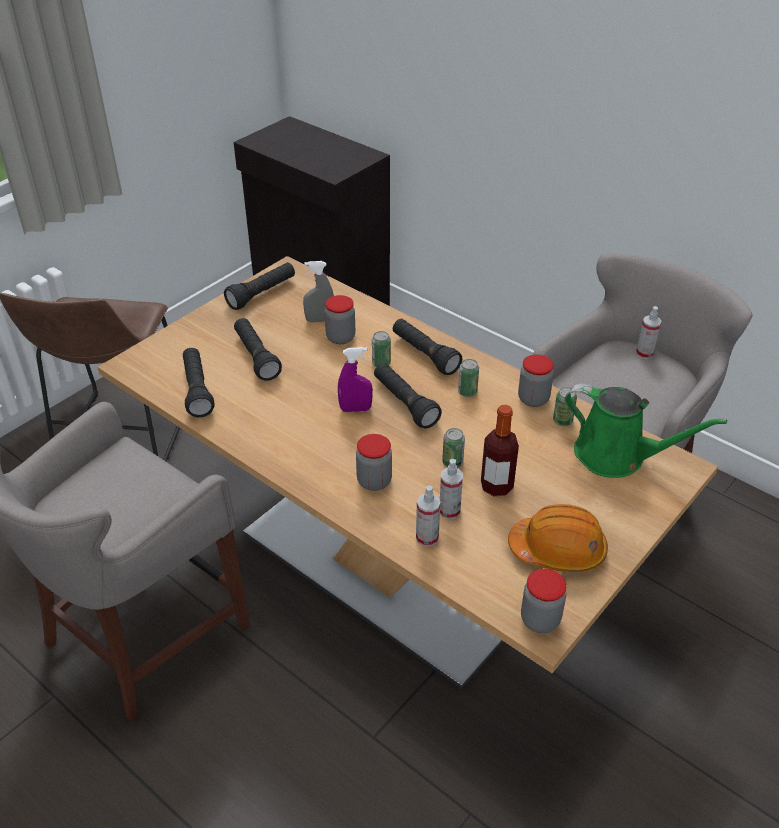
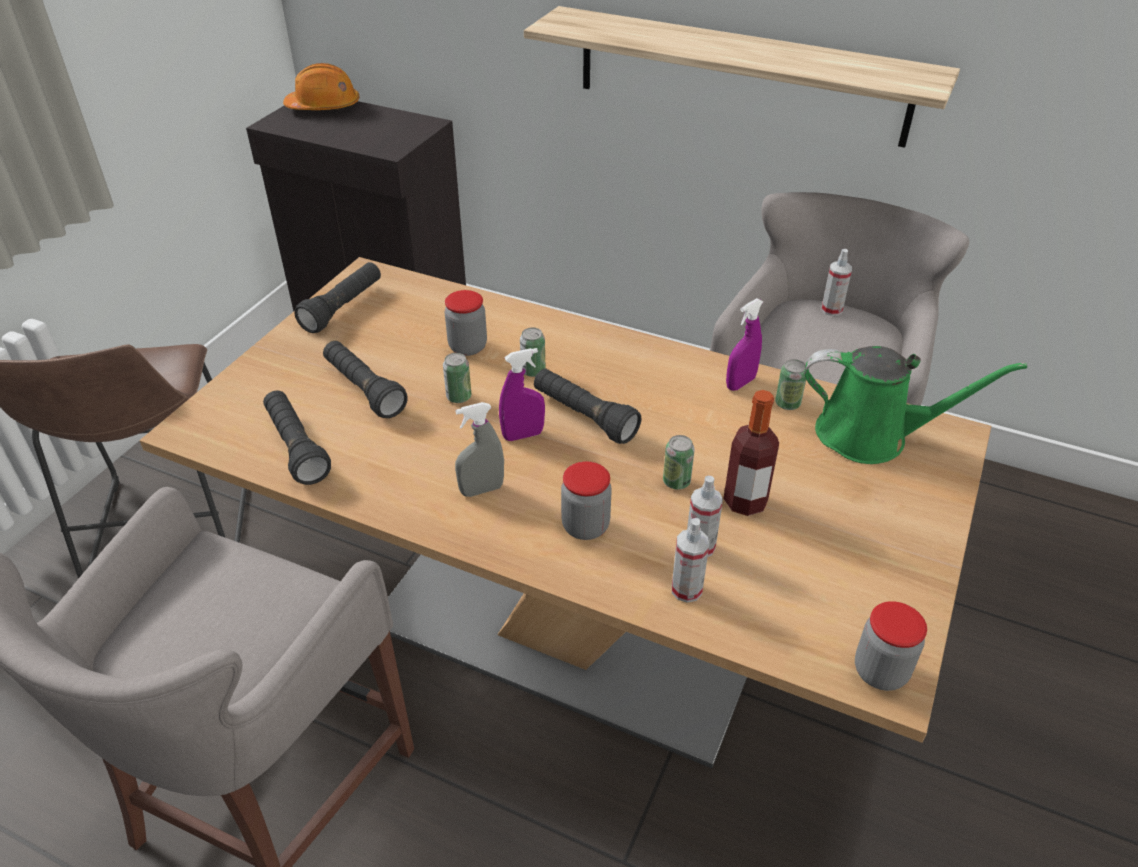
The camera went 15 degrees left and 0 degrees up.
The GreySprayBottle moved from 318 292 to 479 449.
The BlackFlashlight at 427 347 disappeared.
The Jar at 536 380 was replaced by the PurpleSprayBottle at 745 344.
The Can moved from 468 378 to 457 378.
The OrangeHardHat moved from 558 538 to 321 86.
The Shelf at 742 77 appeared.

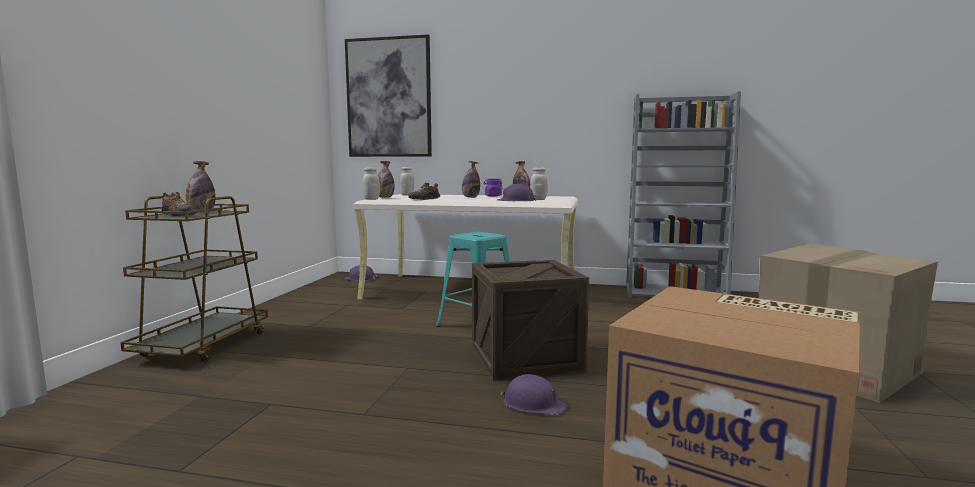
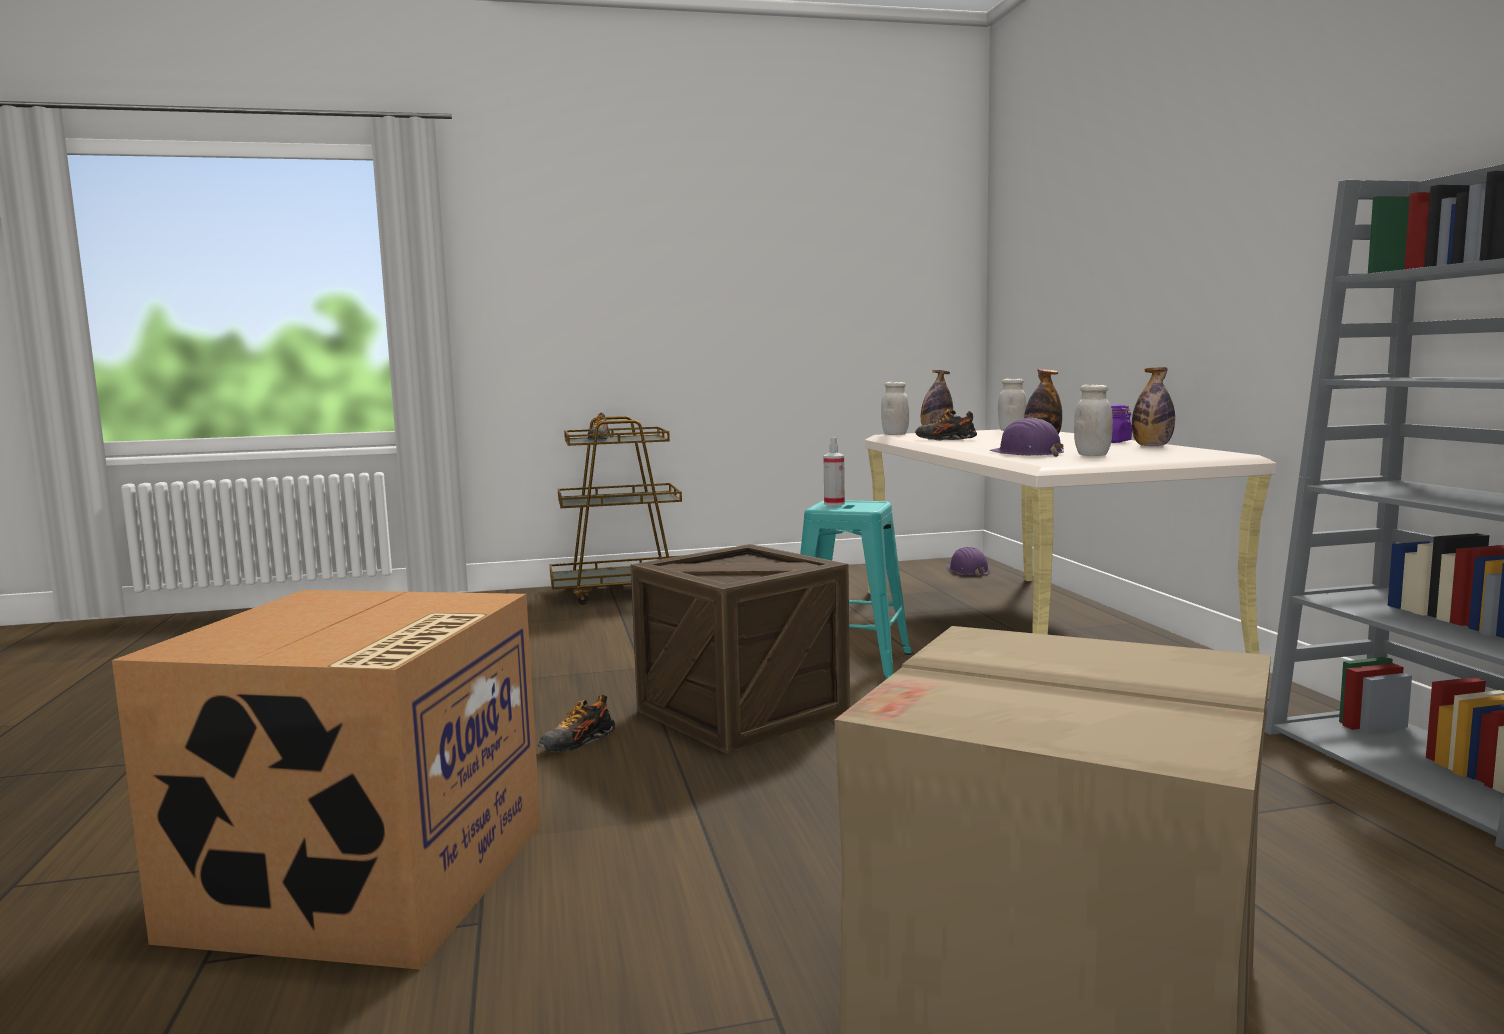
The camera went 65 degrees right and 0 degrees up.
The Picture at 388 95 disappeared.
The Bottle at 200 187 disappeared.
The PurpleHardHat at 534 394 was replaced by the Shoe at 576 723.
The SprayBottle at 834 471 appeared.

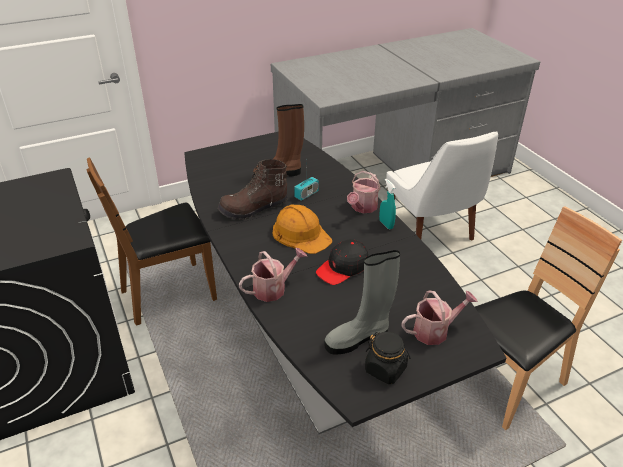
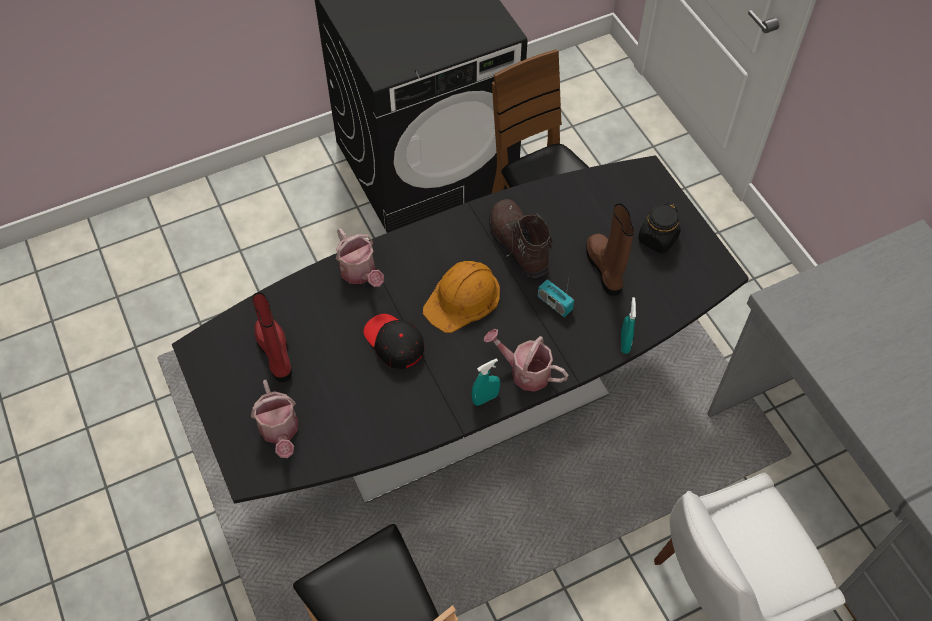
The camera went 90 degrees right and 20 degrees up.
The GreyBoot at 362 302 became the RedBoot at 272 337.
The BlackJar moved from 387 358 to 659 228.
The TurquoiseSprayBottle at 628 325 appeared.

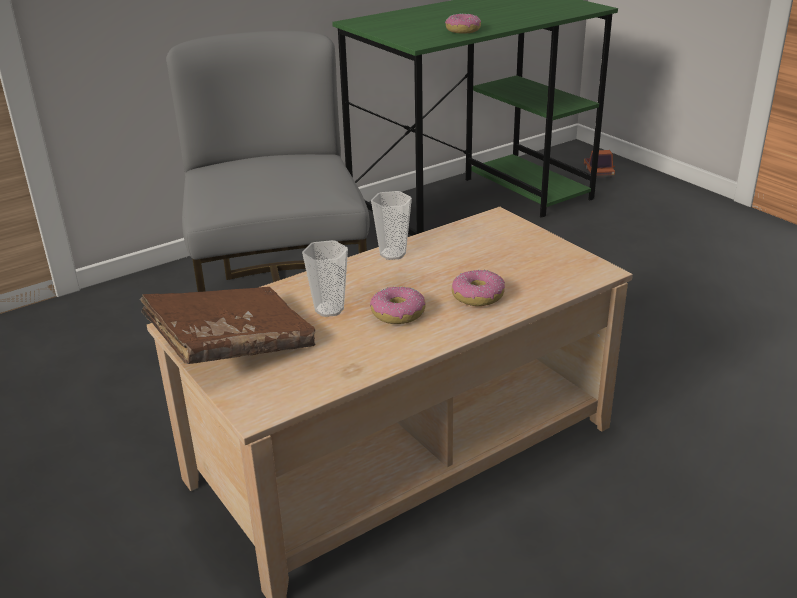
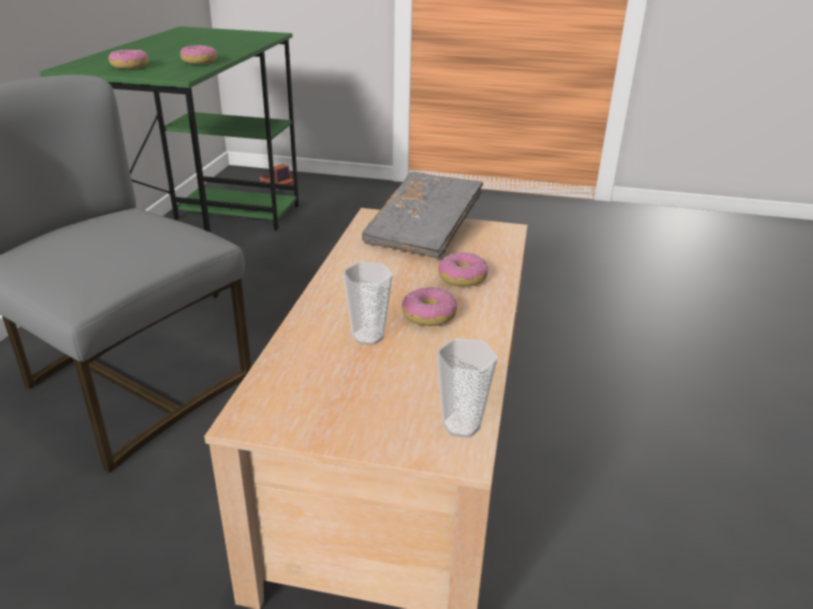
The camera went 45 degrees left and 0 degrees up.
The Cup moved from 391 225 to 467 388.
The BrownBook at 227 325 disappeared.
The Donut at 128 59 appeared.
The GreyBook at 422 215 appeared.

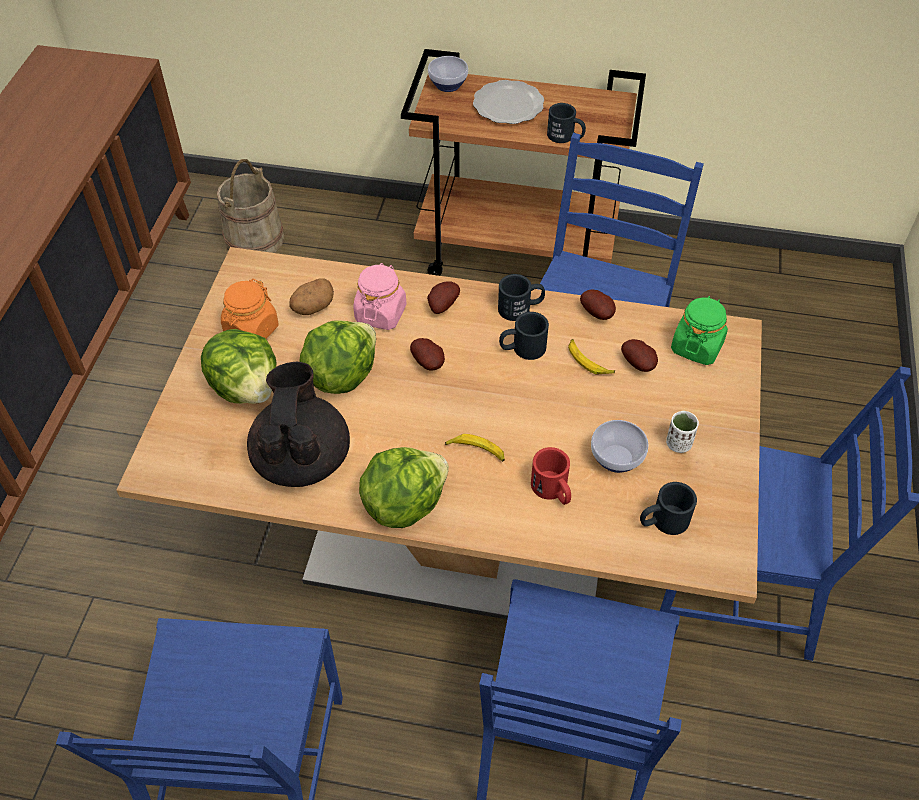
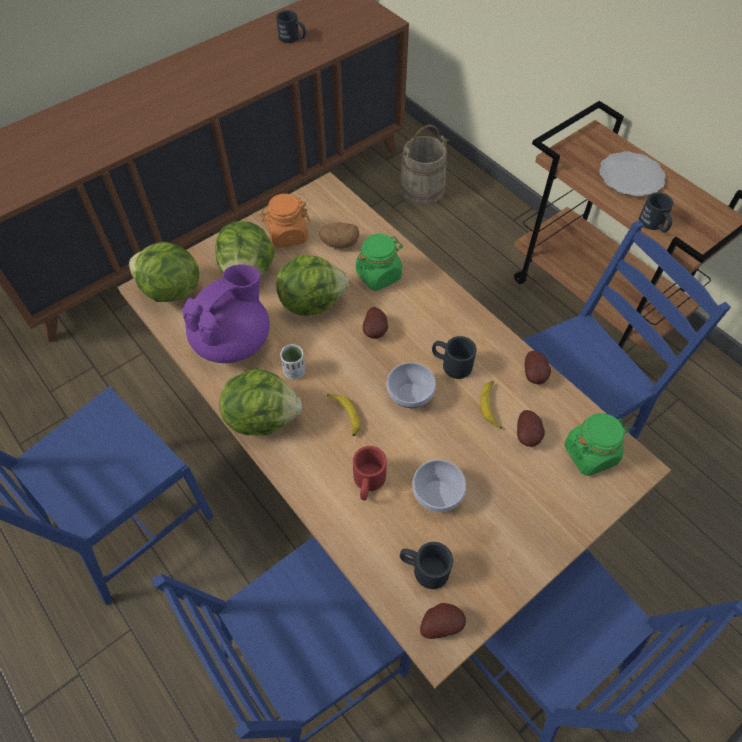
The camera went 40 degrees right and 5 degrees up.
The Bowl moved from 448 74 to 411 385.
The PinkJar at 379 296 became the GreenJar at 379 262.
The BlackMug moved from 521 297 to 291 26.
The Potato moved from 443 297 to 443 621.
The BlackTeapot at 298 424 became the PurpleTeapot at 226 313.
The WhiteCup moved from 682 432 to 292 361.
The Lettuce at 164 272 appeared.

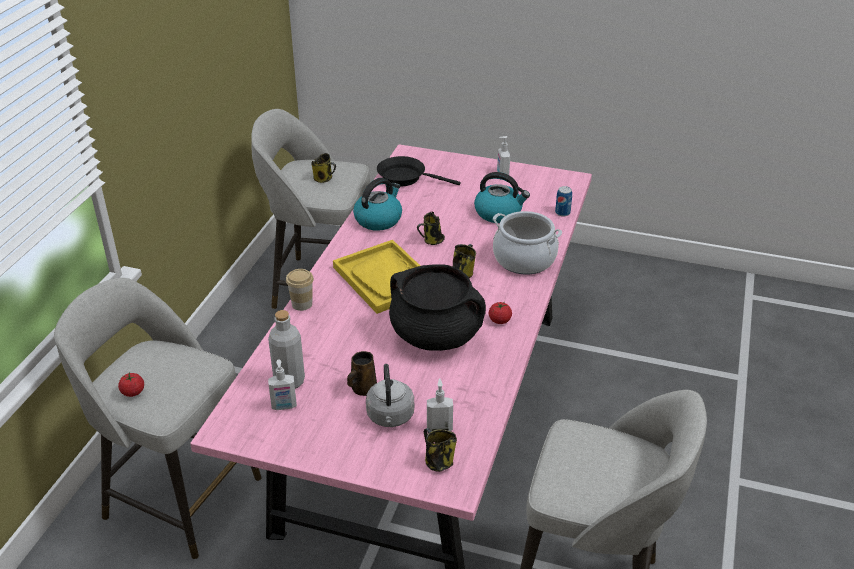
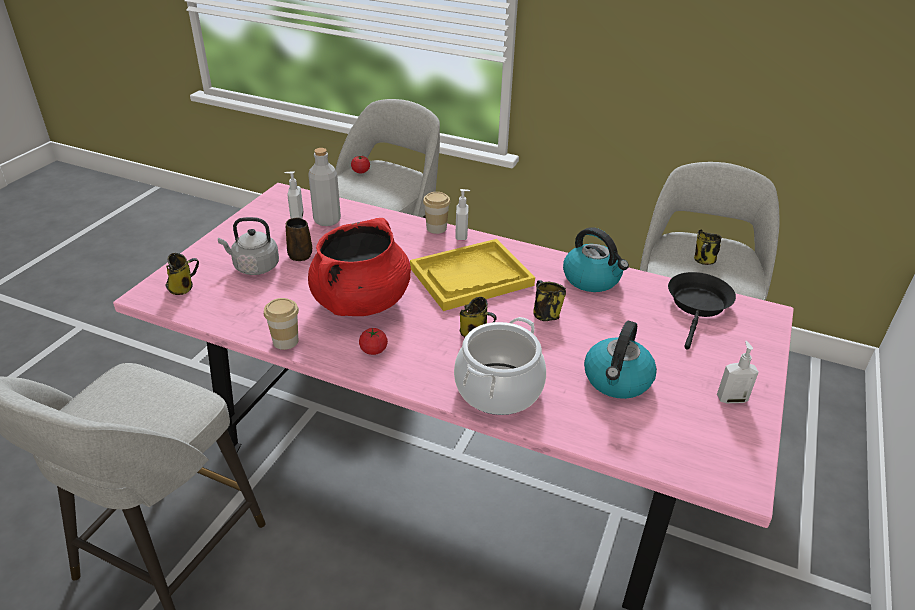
The camera went 95 degrees right and 0 degrees up.
The Can at 563 201 disappeared.
The BlackCookingPot at 437 307 became the RedCookingPot at 359 267.
The SoapDispenser moved from 440 404 to 462 214.
The Cup at 281 324 appeared.

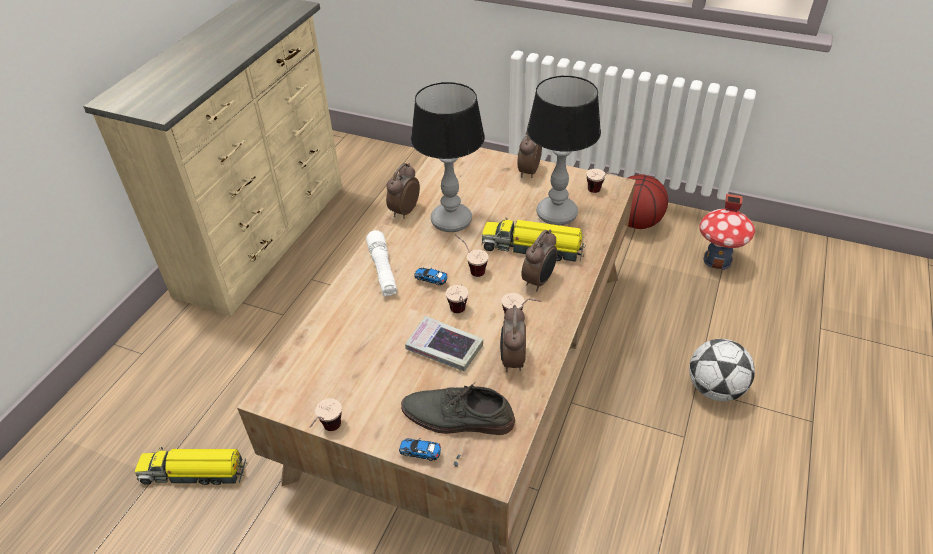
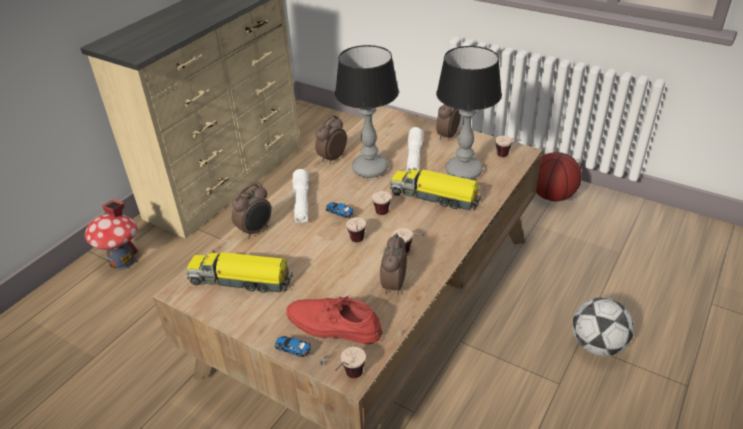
The camera went 10 degrees right and 5 degrees down.
The ToyHouse moved from 727 232 to 111 234.
The AlarmClock moved from 539 260 to 252 211.
The Book at 444 343 disappeared.
The GreyShoe at 458 408 became the RedShoe at 334 319.
The Cup moved from 326 414 to 350 362.
The ToyTruck moved from 191 466 to 239 271.
The WhiteFlashlight at 415 149 appeared.

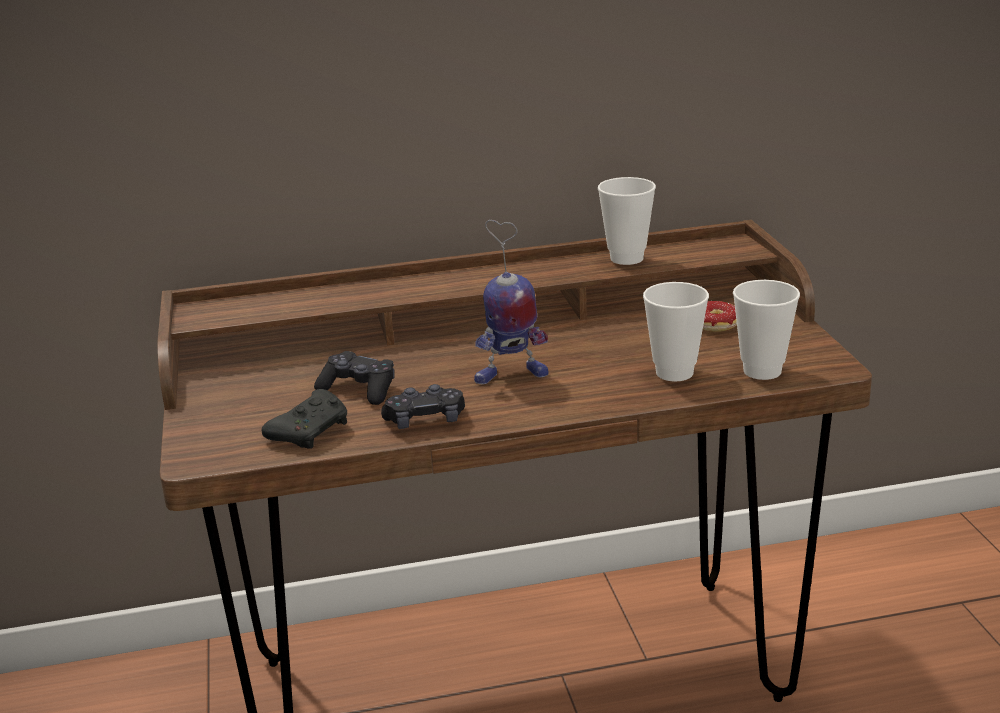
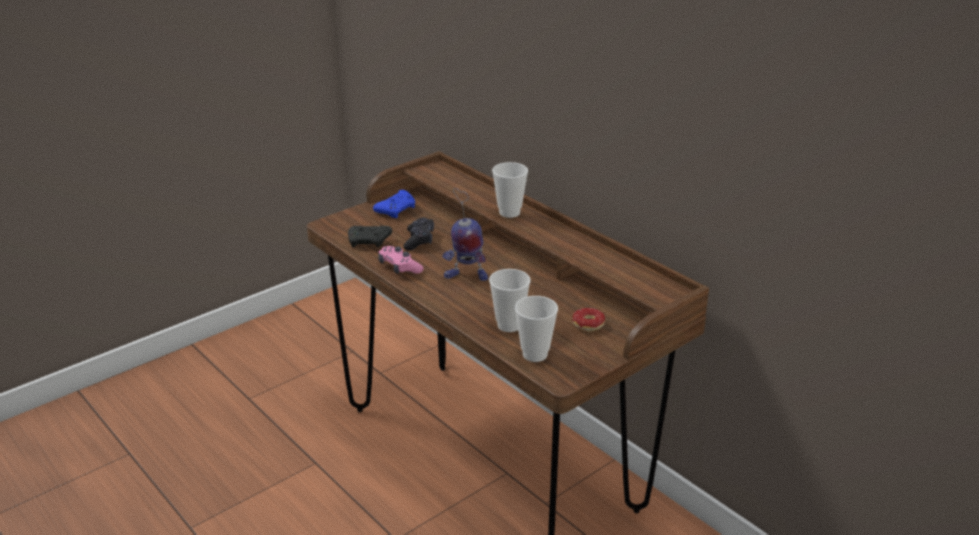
The camera went 60 degrees right and 5 degrees up.
The Cup moved from 627 221 to 510 190.
The ToyRobot at 511 302 turned 45 degrees counterclockwise.
The BlackGameController at 423 406 became the PinkGameController at 401 260.
The BlueGameController at 394 204 appeared.

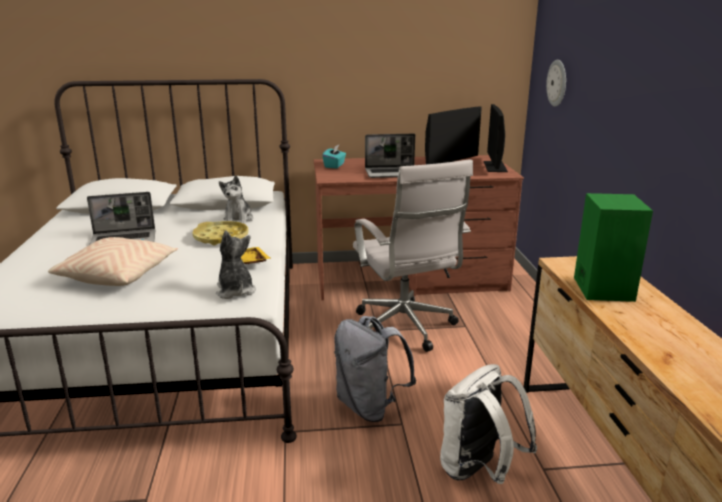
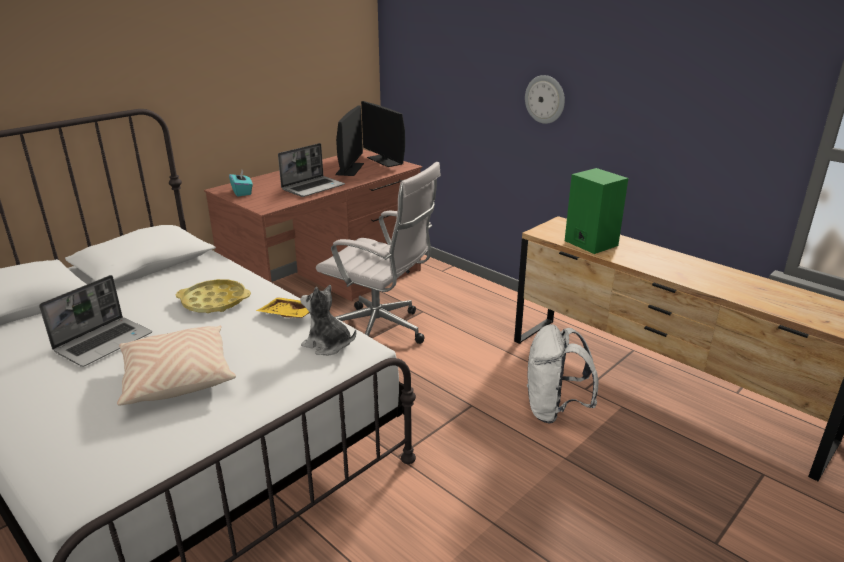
The camera went 40 degrees left and 5 degrees up.
The WallClock moved from 556 83 to 545 99.
The PlushToy at 236 200 disappeared.
The GreyBackpack at 375 369 disappeared.

